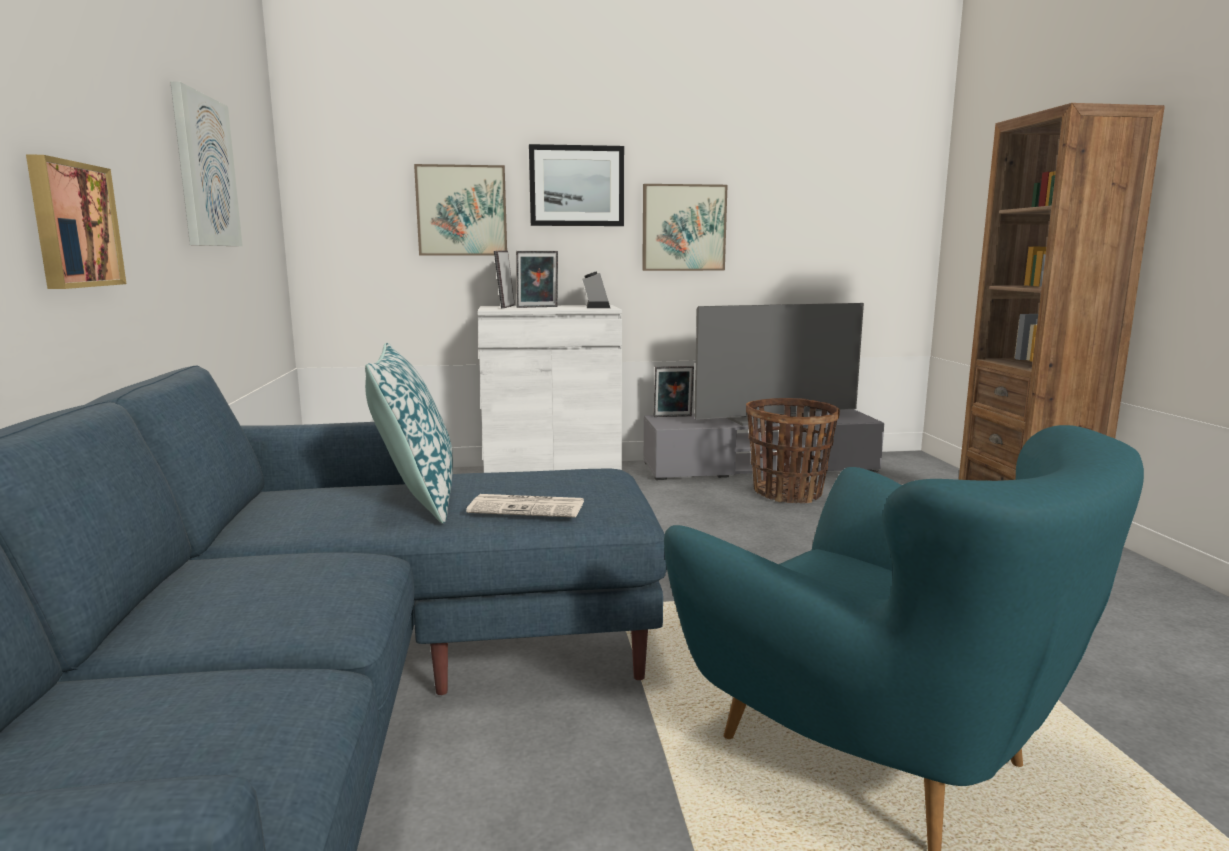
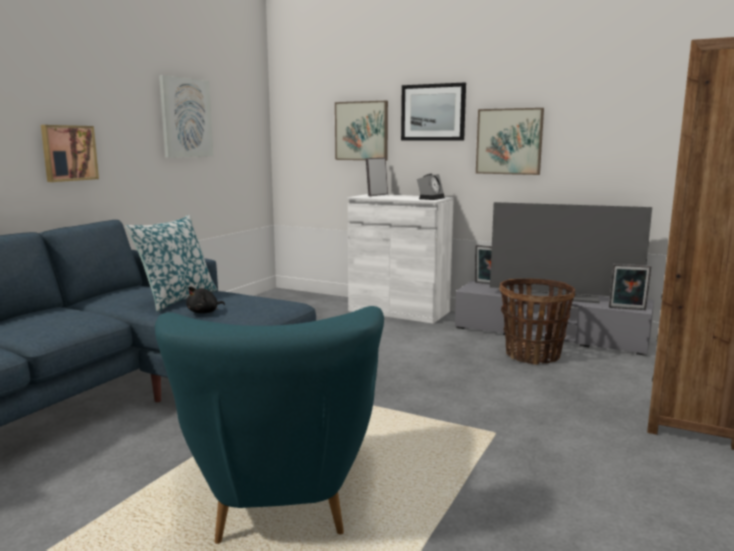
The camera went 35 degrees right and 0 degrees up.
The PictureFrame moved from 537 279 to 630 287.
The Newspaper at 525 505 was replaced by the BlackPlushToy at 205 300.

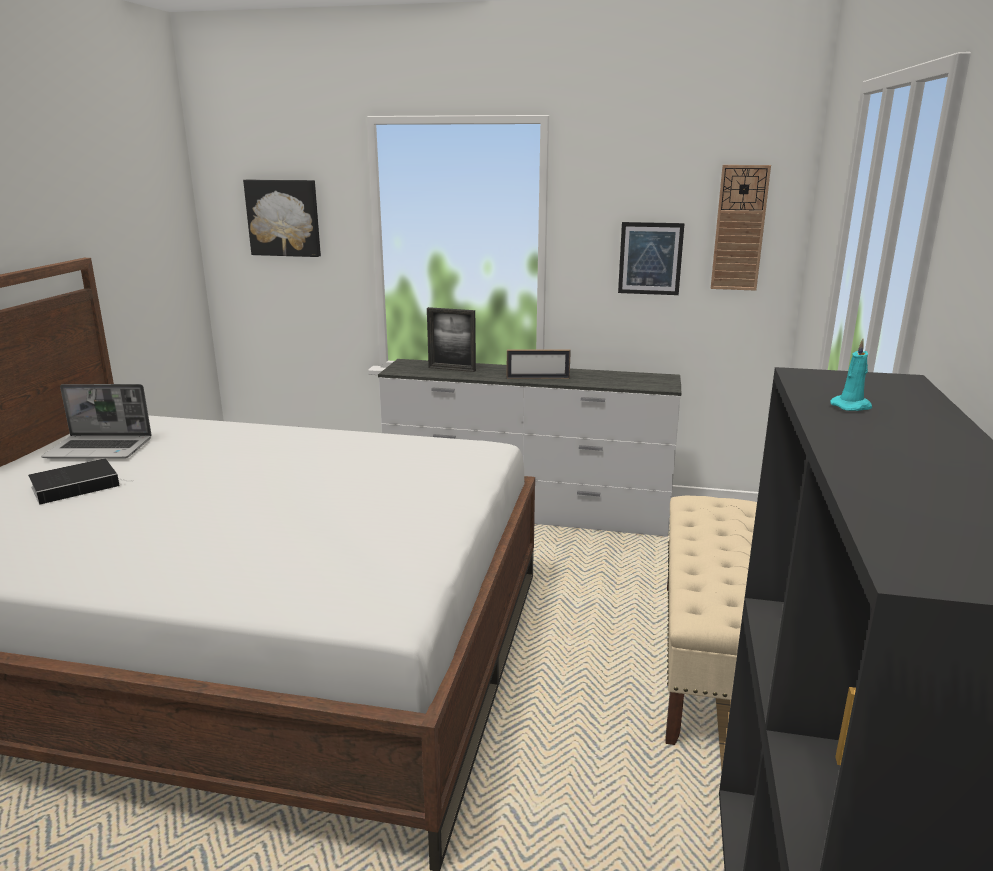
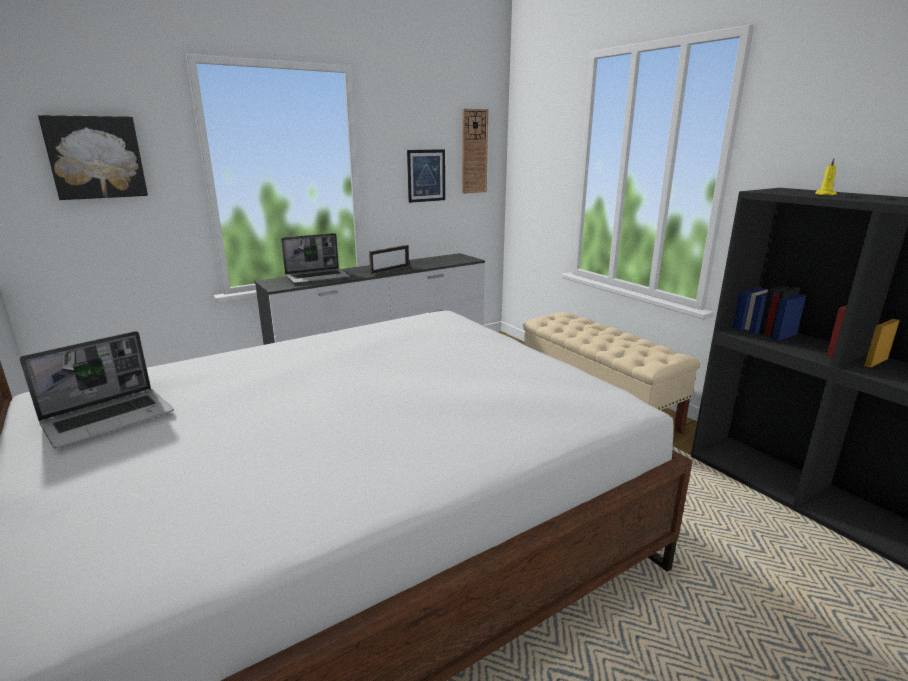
The camera went 45 degrees left and 0 degrees up.
The PictureFrame at 451 339 was replaced by the Laptop at 315 258.
The TurquoiseCandle at 851 375 became the YellowCandle at 826 176.
The Book at 80 481 disappeared.

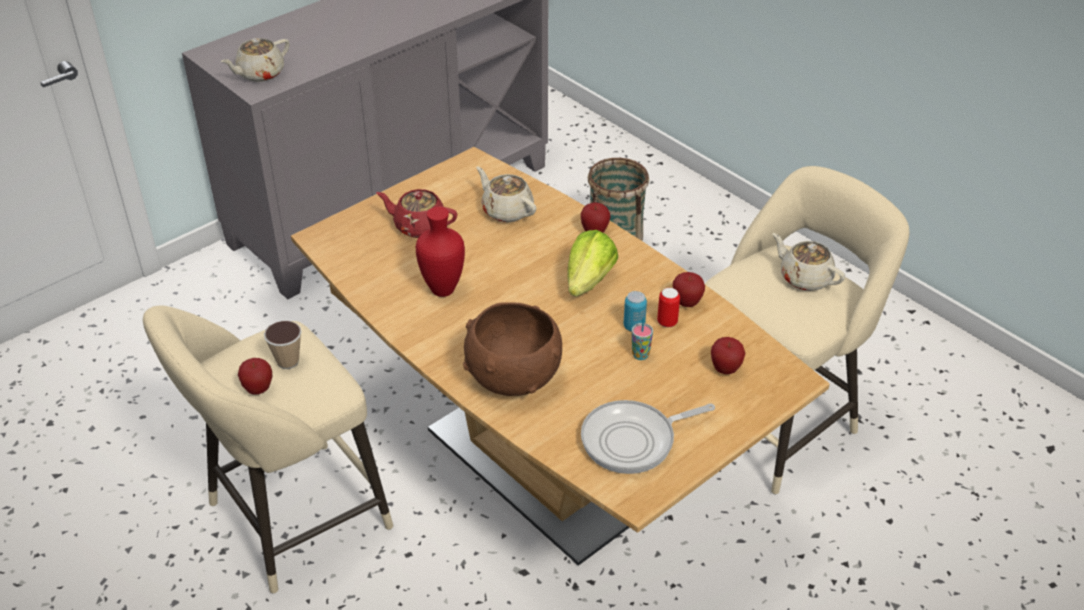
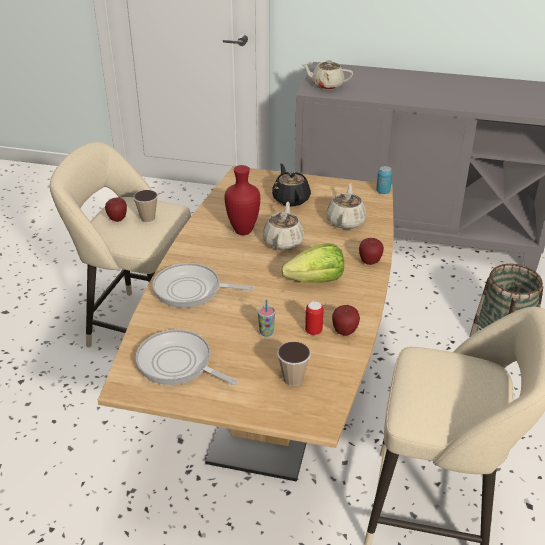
The camera went 55 degrees right and 5 degrees down.
The RedTeapot at 416 213 became the BlackTeapot at 291 185.
The BeigeTeapot moved from 808 262 to 284 226.
The Can moved from 635 311 to 384 180.
The BrownBowl at 512 349 was replaced by the FryingPan at 203 285.
The Apple at 728 355 was replaced by the Cup at 294 363.

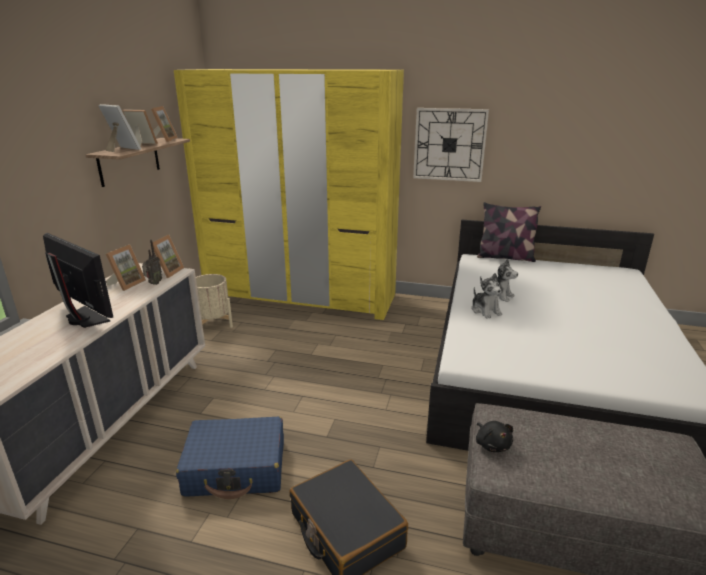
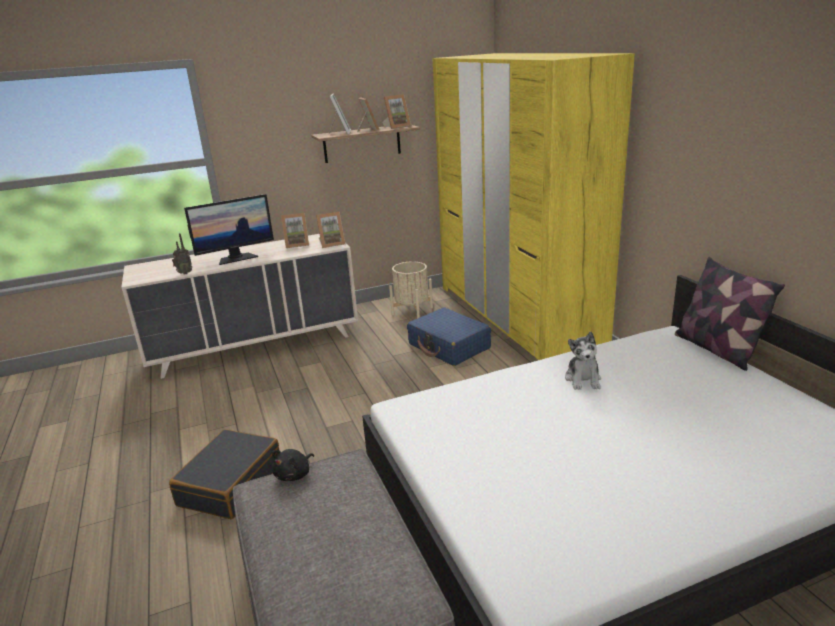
The camera went 55 degrees right and 0 degrees up.
The WallClock at 451 145 disappeared.
The Monitor at 78 280 turned 60 degrees clockwise.
The Radio moved from 152 262 to 182 253.
The PlushToy at 487 296 disappeared.
The BlueSuitcase moved from 230 458 to 449 336.

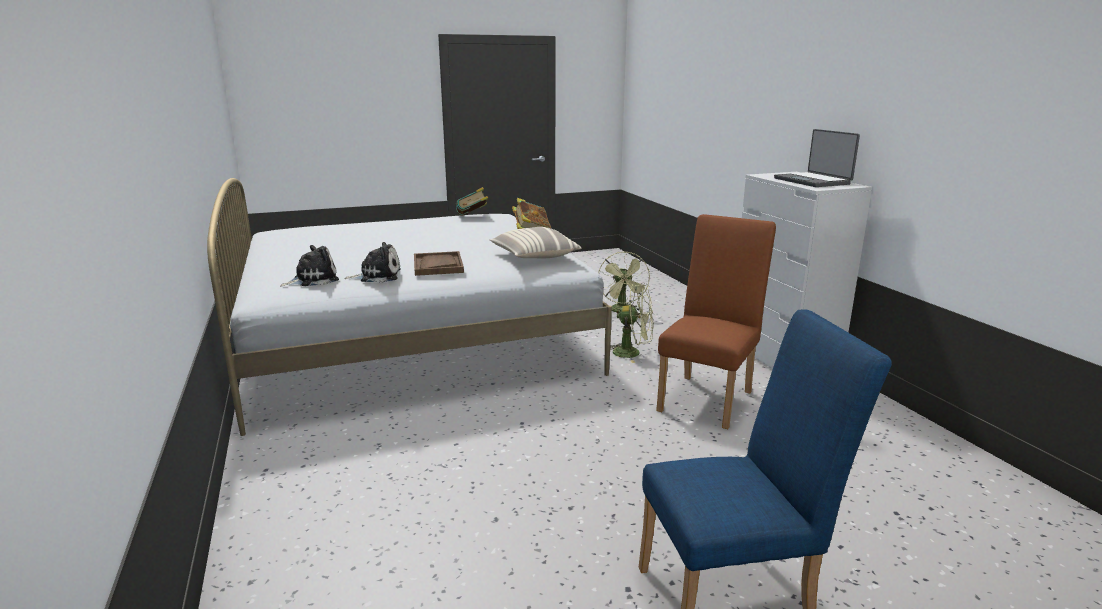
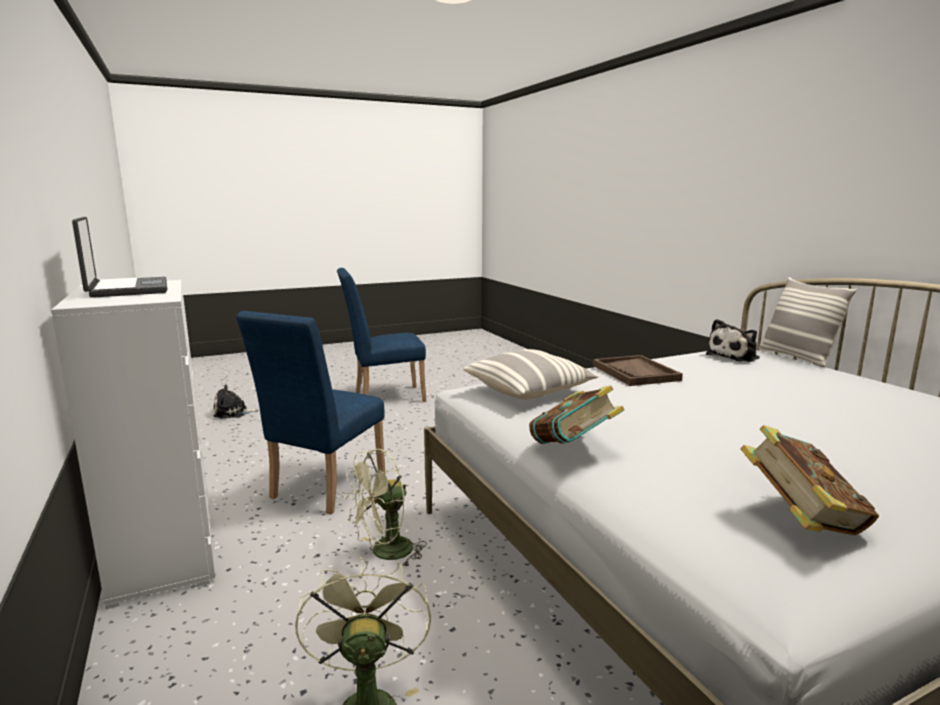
The camera went 175 degrees right and 5 degrees down.
The BrownChair at 716 321 became the BlueChair at 311 412.
The PlushToy moved from 372 262 to 236 401.
The GreenFan at 632 323 turned 45 degrees counterclockwise.
The Pillow at 807 322 appeared.

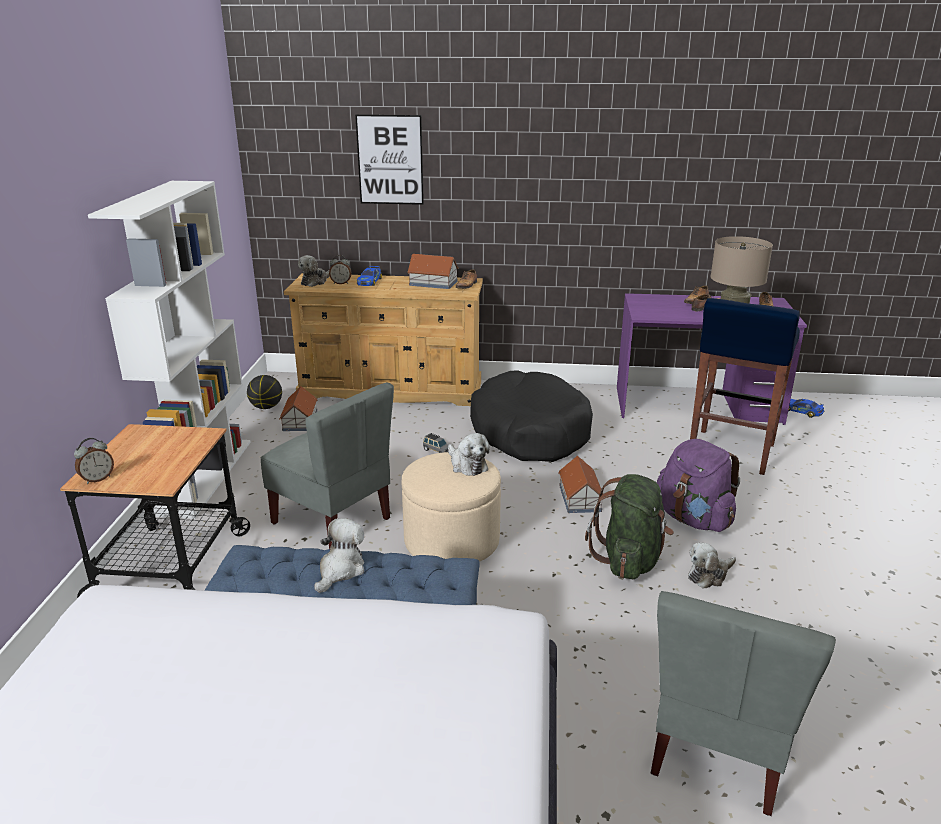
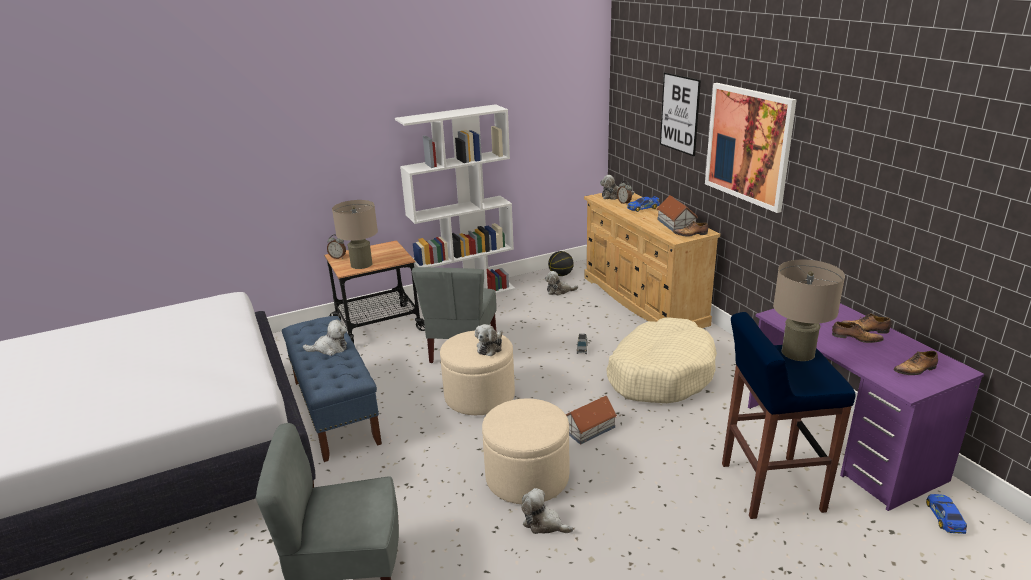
The camera went 60 degrees right and 0 degrees up.
The BlackDogBed at 531 416 became the BeigeDogBed at 661 360.
The ToyHouse at 298 408 was replaced by the PlushToy at 561 283.
The PurpleBackpack at 698 485 disappeared.
The GreenBackpack at 629 526 was replaced by the BeigeOttoman at 525 451.
The Picture at 751 148 appeared.
The BeigeTableLamp at 355 234 appeared.

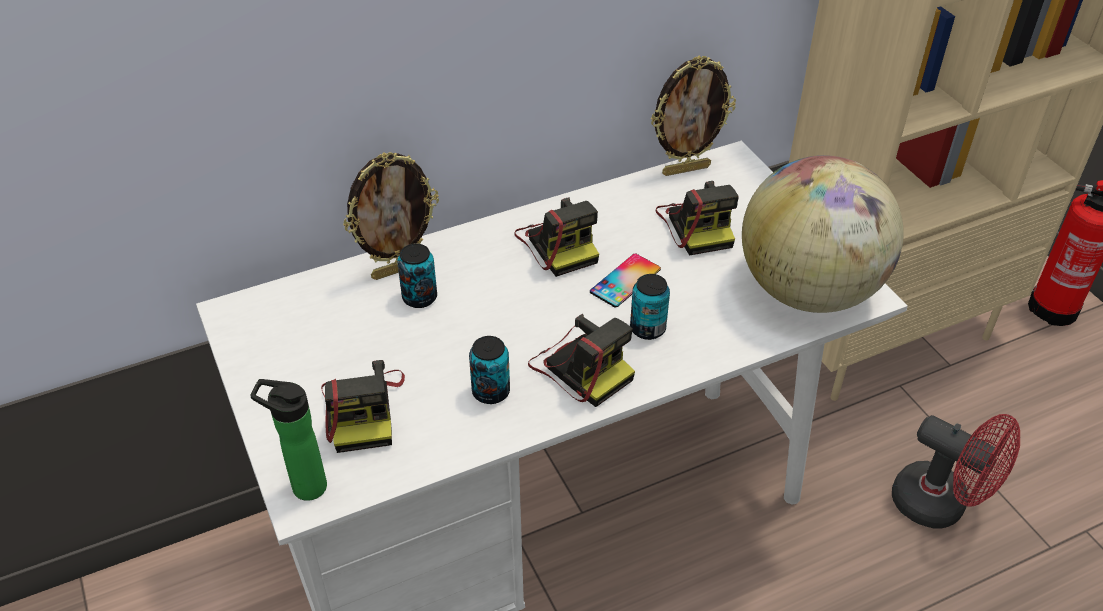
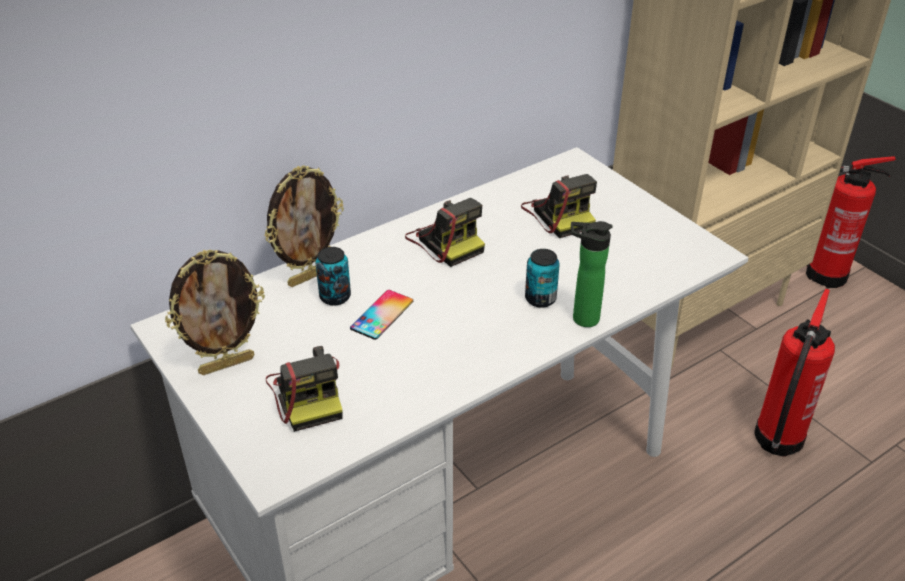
The camera went 10 degrees left and 5 degrees down.
The PictureFrame moved from 693 116 to 215 312.
The Globe at 822 234 disappeared.
The Phone moved from 625 280 to 381 315.
The PhotoCamera at 581 360 disappeared.
The Can at 489 370 disappeared.
The Bottle moved from 288 440 to 592 274.
The RedFan at 956 471 was replaced by the FireExtinguisher at 794 372.

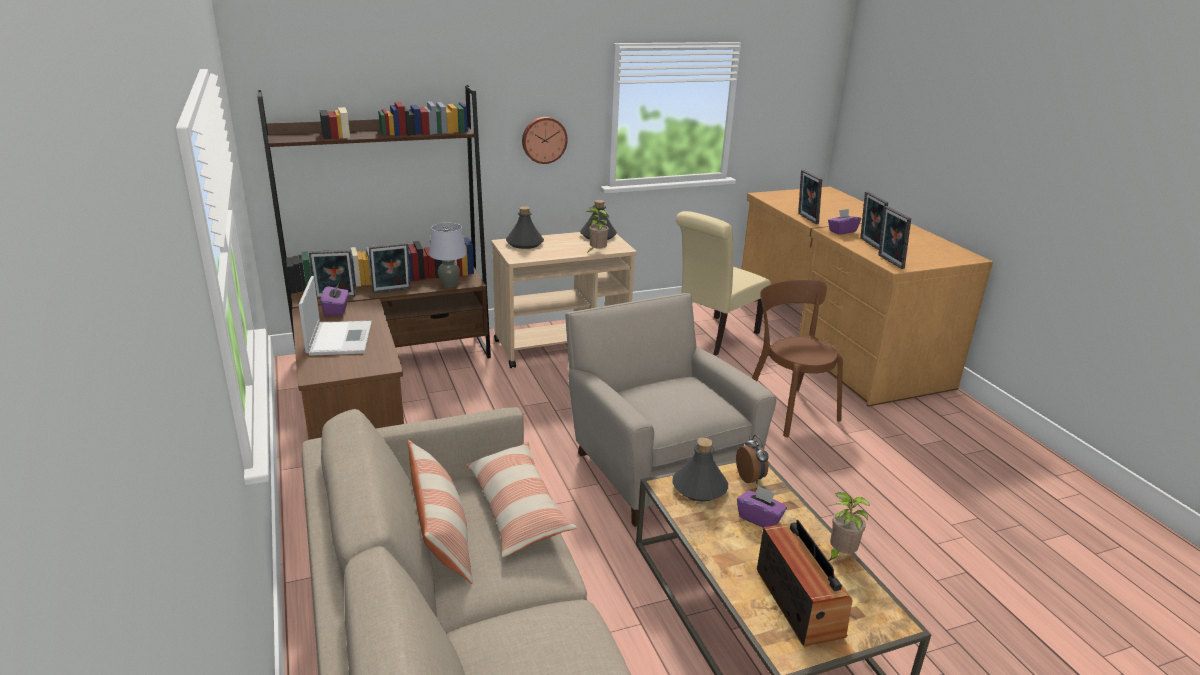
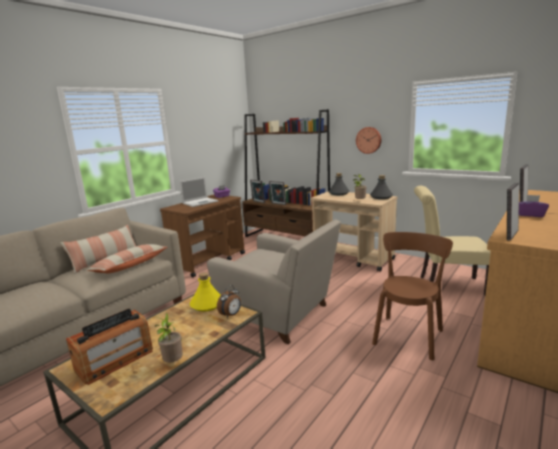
The camera went 60 degrees right and 10 degrees down.
The PictureFrame at 874 220 disappeared.
The GreyTableLamp at 448 255 disappeared.
The BeigeArmchair at 671 410 turned 90 degrees clockwise.
The GreyBottle at 700 469 became the YellowBottle at 205 292.
The PurpleTissueBox at 762 507 disappeared.

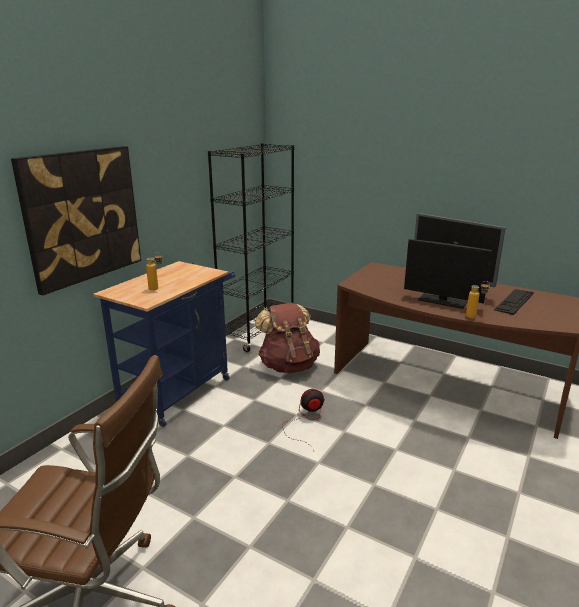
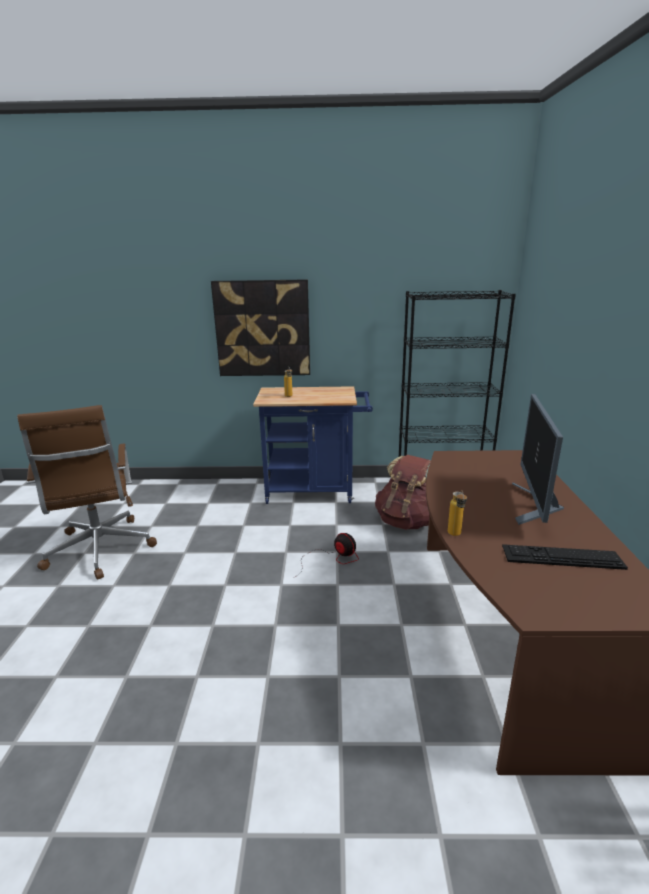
The camera went 60 degrees right and 0 degrees up.
The Monitor at 448 274 disappeared.

